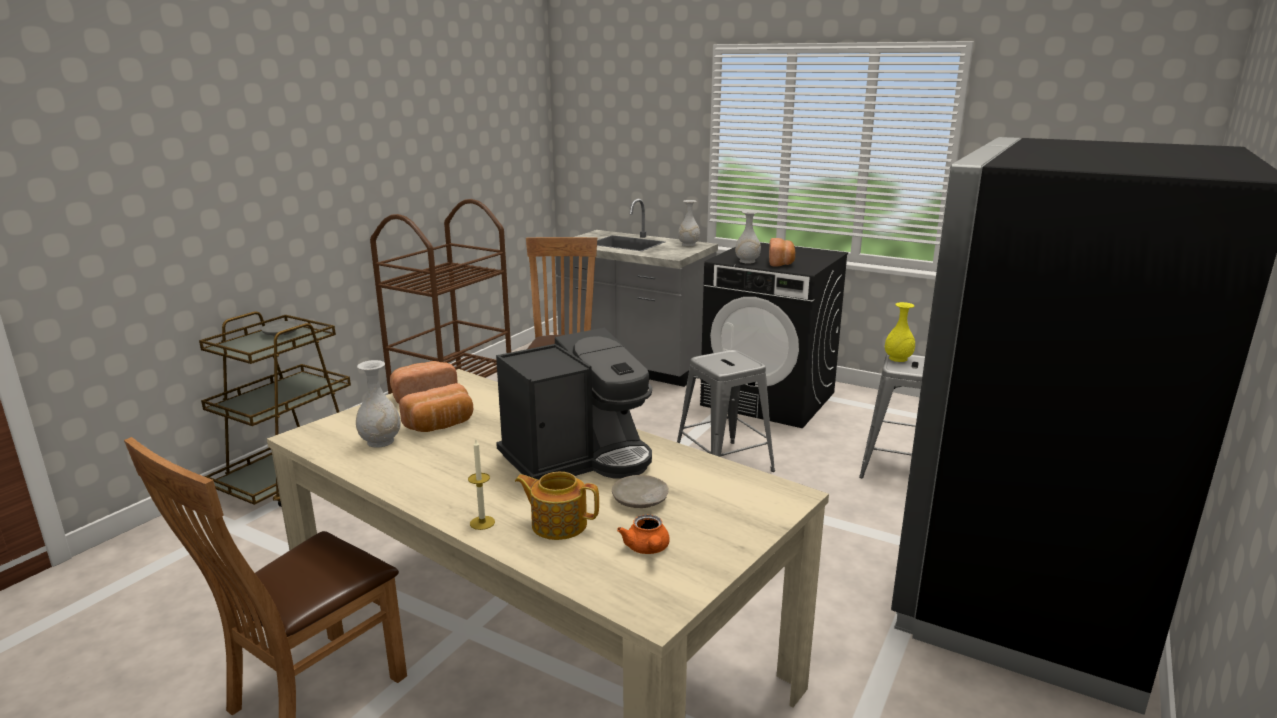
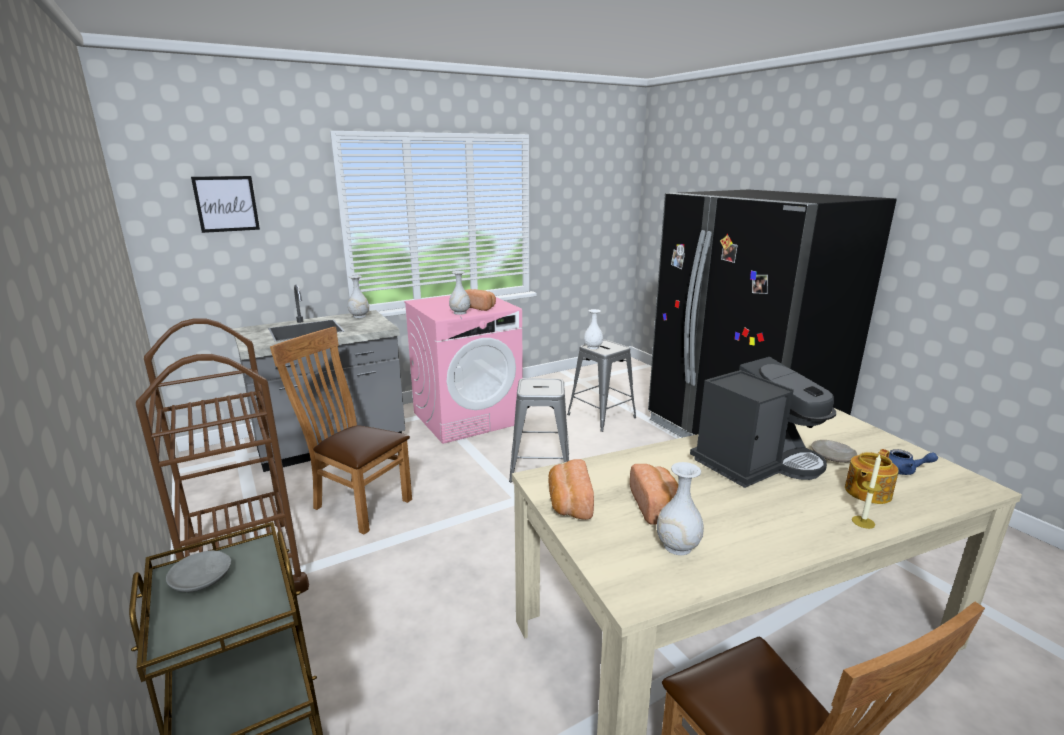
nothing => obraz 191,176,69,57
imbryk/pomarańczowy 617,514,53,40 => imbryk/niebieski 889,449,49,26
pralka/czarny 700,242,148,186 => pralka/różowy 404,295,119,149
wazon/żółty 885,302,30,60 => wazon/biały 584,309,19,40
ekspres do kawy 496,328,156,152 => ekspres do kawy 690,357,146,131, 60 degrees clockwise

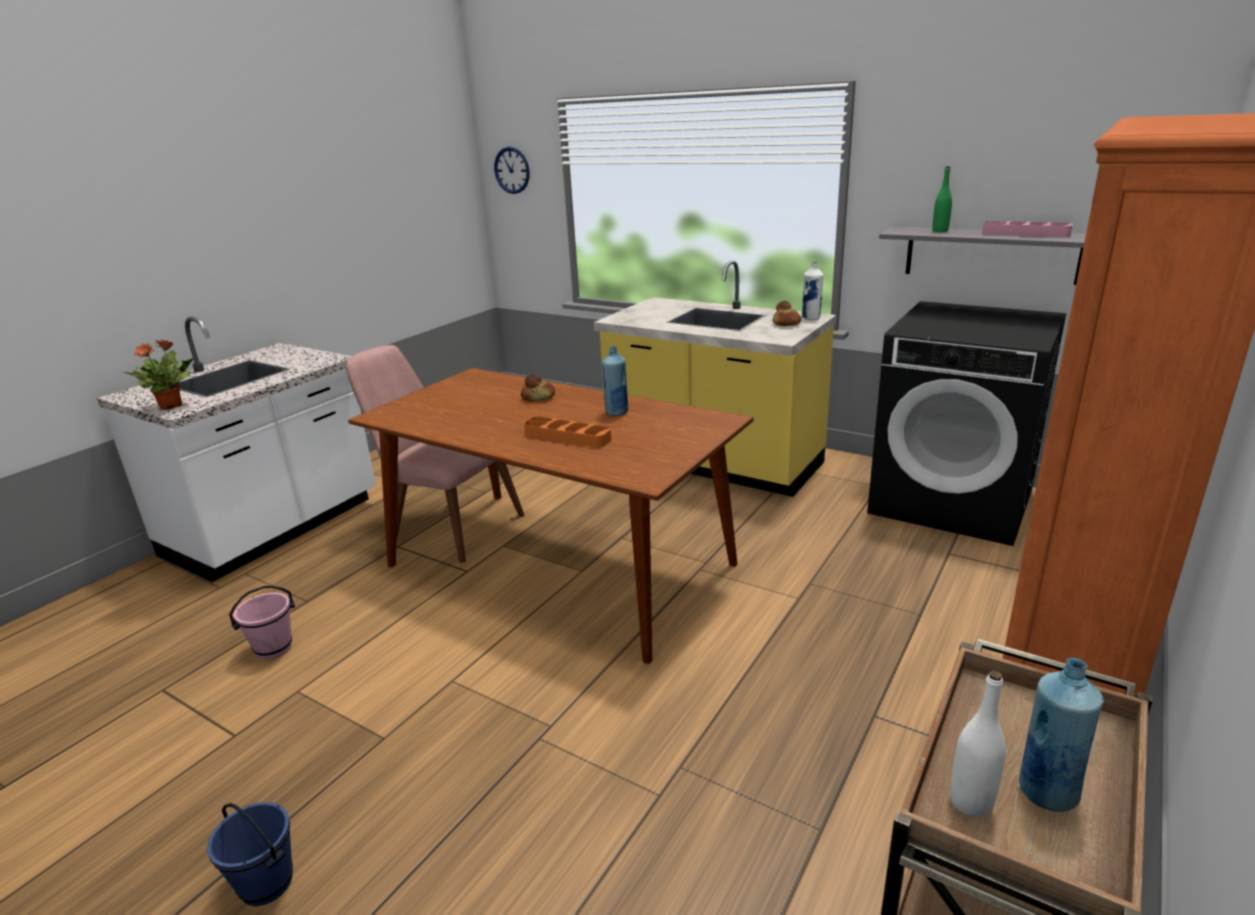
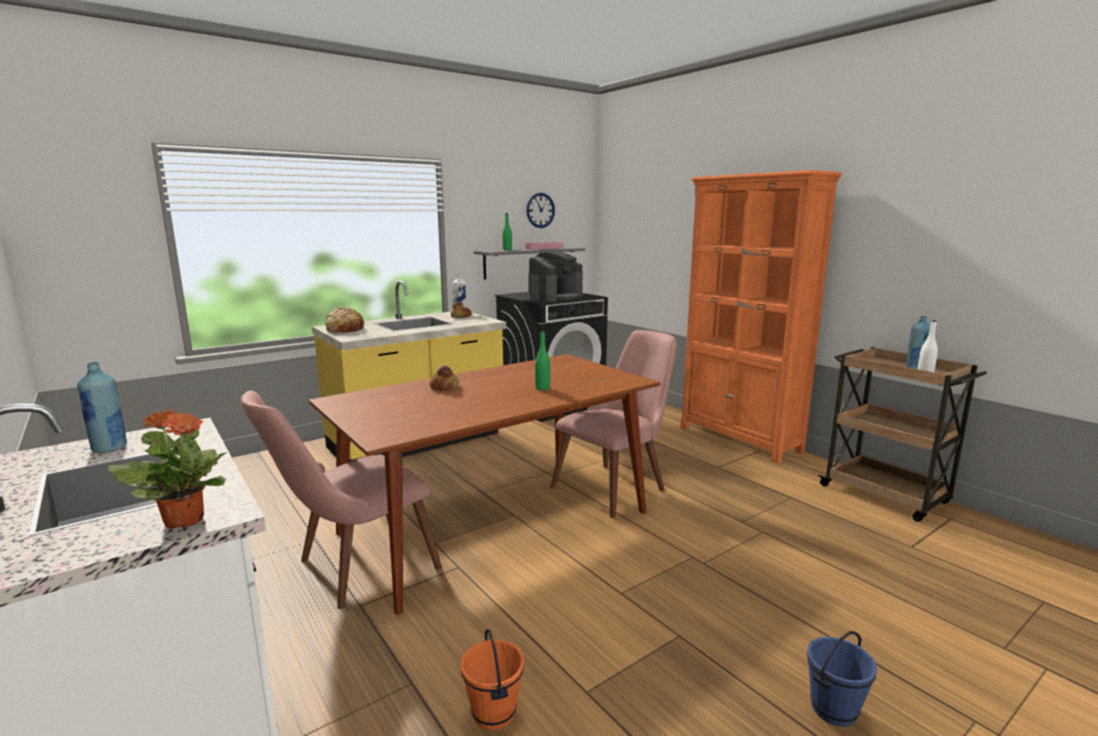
nothing => chleb 325,307,39,25
nothing => ekspres do kawy 529,251,54,51
nothing => krzesło/różowy 550,330,127,188
zegar ścienny 494,147,36,47 => zegar ścienny 526,193,29,35, moved
butelka/niebieski 602,346,26,70 => butelka/niebieski 77,362,50,91, moved
taca/pomarańczowy 524,416,87,32 => butelka/zielony 535,331,15,59
wiadro/różowy 229,586,66,74 => wiadro/pomarańczowy 461,629,63,101

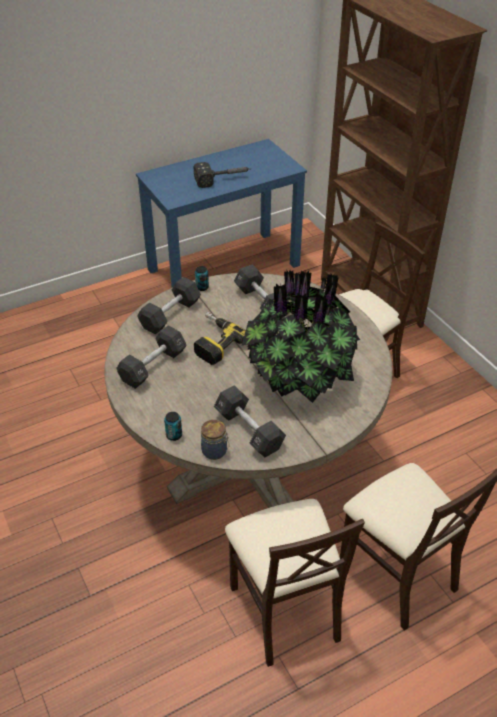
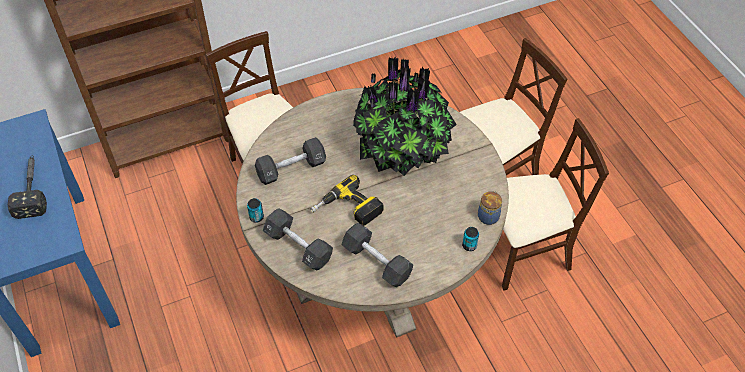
hantel/czarny 214,385,72,72 => nothing

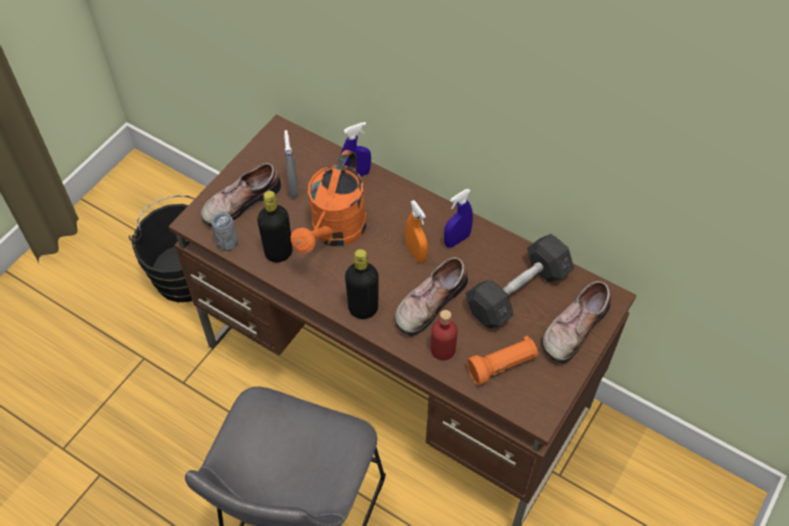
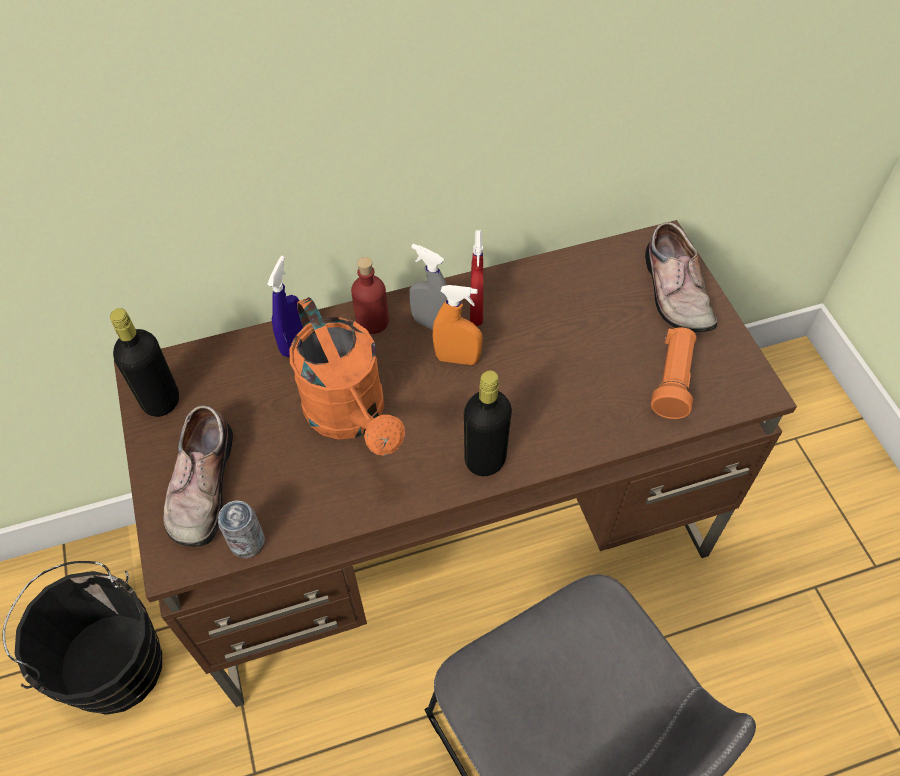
but 394,257,74,79 => nothing
hantel/szary 466,234,108,95 => nothing
butelka/czarny 257,191,36,71 => butelka/czarny 110,308,69,109, moved
spryskiwacz/szary 284,130,15,68 => spryskiwacz/szary 409,244,38,86, moved
butelka/czerwony 430,310,28,51 => butelka/czerwony 351,257,38,77, moved
spryskiwacz/niebieski 444,189,29,59 => spryskiwacz/czerwony 470,230,13,96

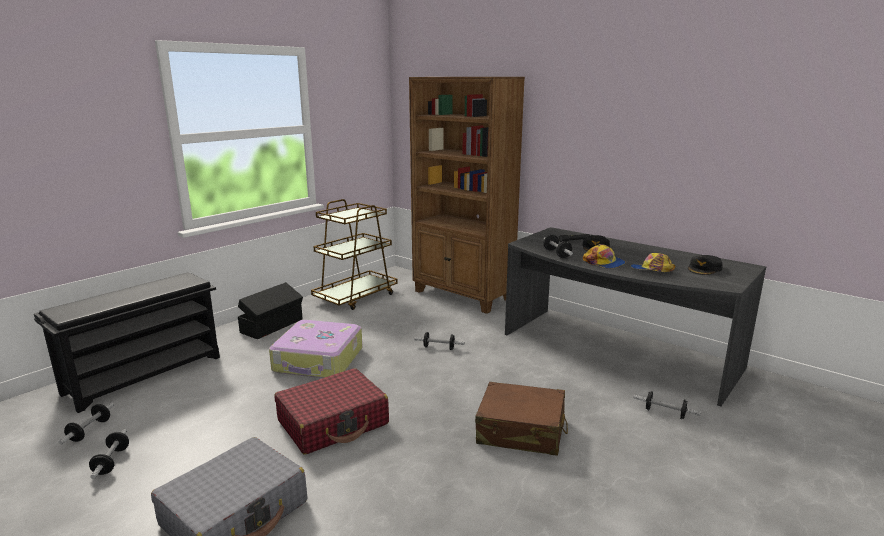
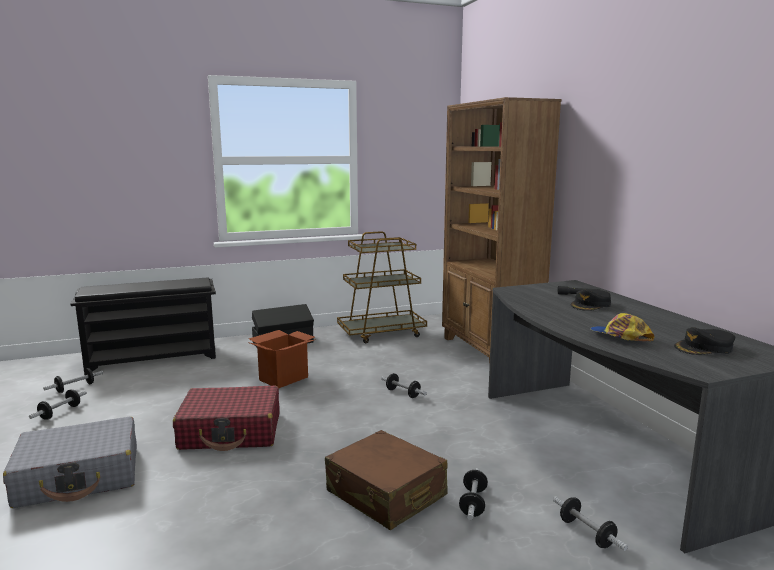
czapka z daszkiem 583,244,43,25 => nothing
hantel 544,234,29,24 => hantel 459,468,29,52, moved
walizka 269,320,93,58 => karton 248,330,67,58

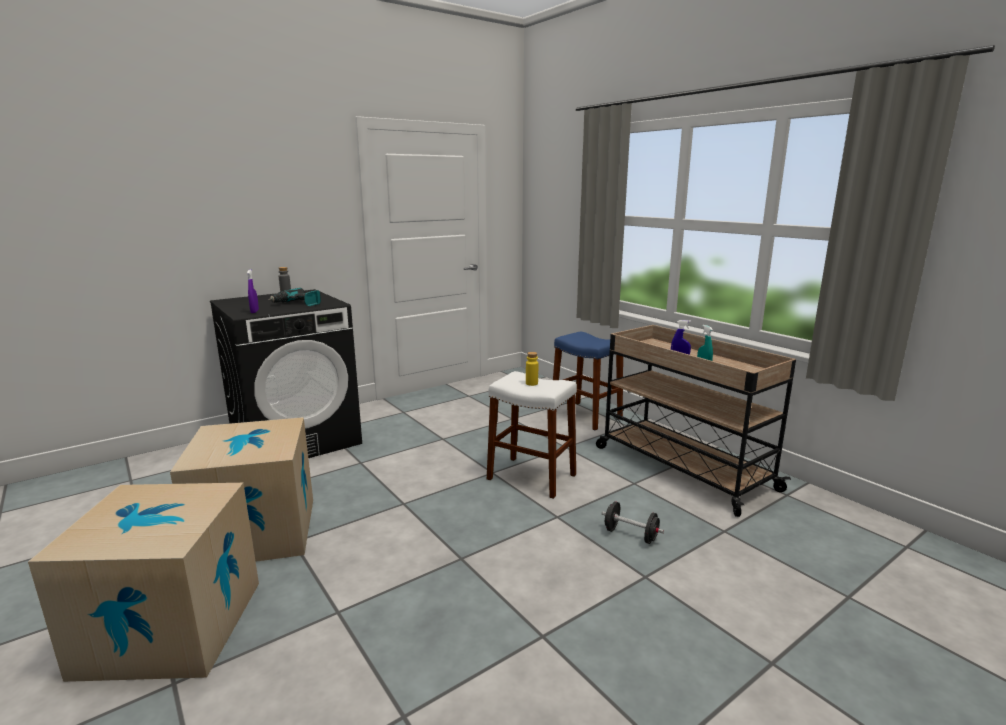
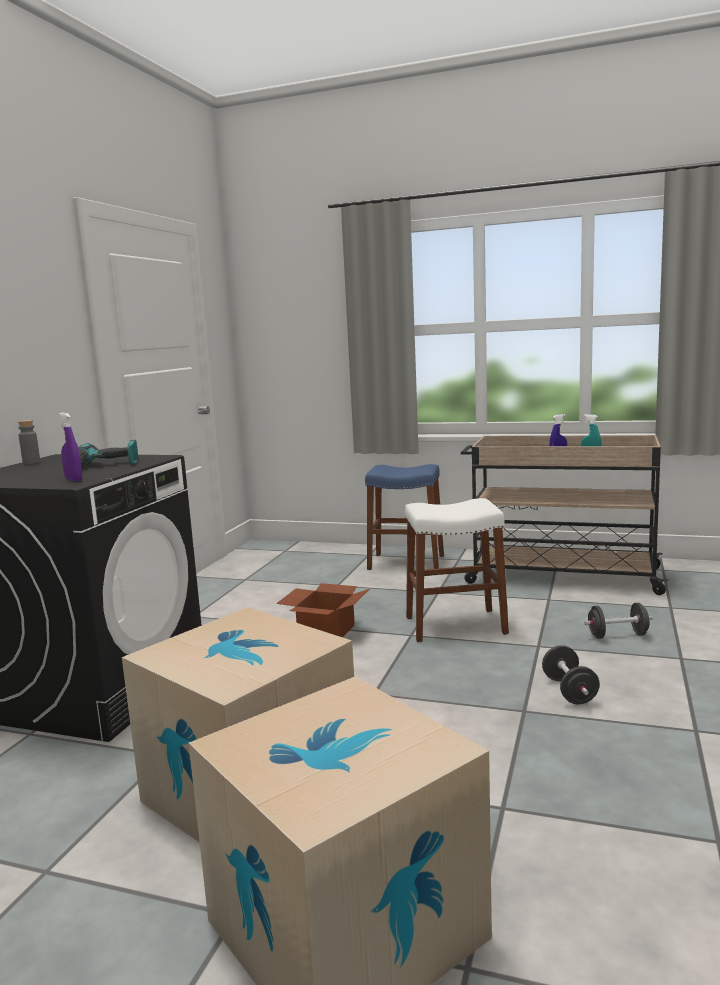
butelka/żółty 526,352,12,34 => nothing
nothing => karton 276,583,95,54
nothing => hantel/czarny 542,645,58,59

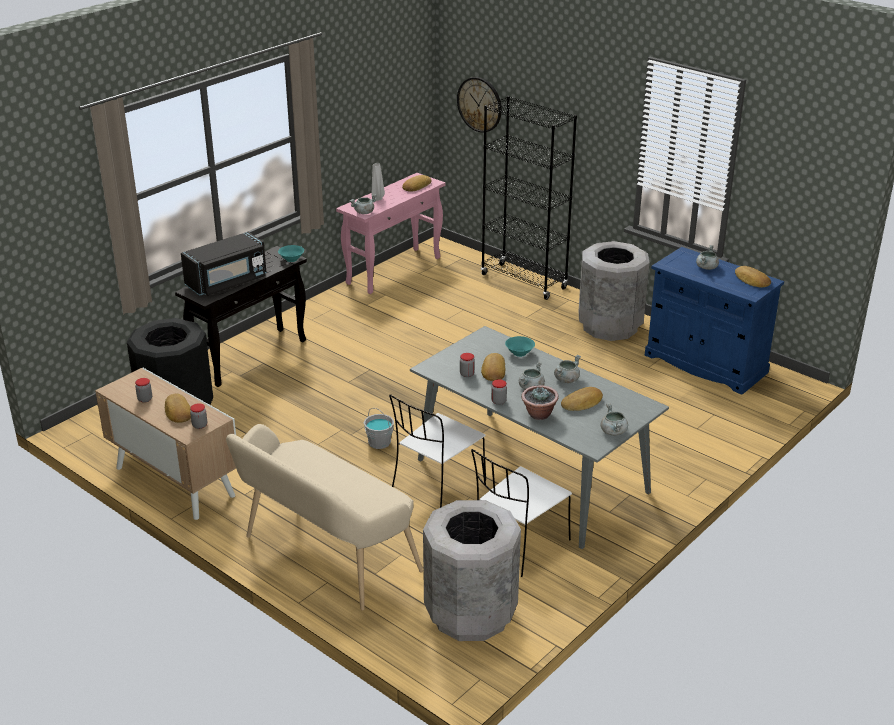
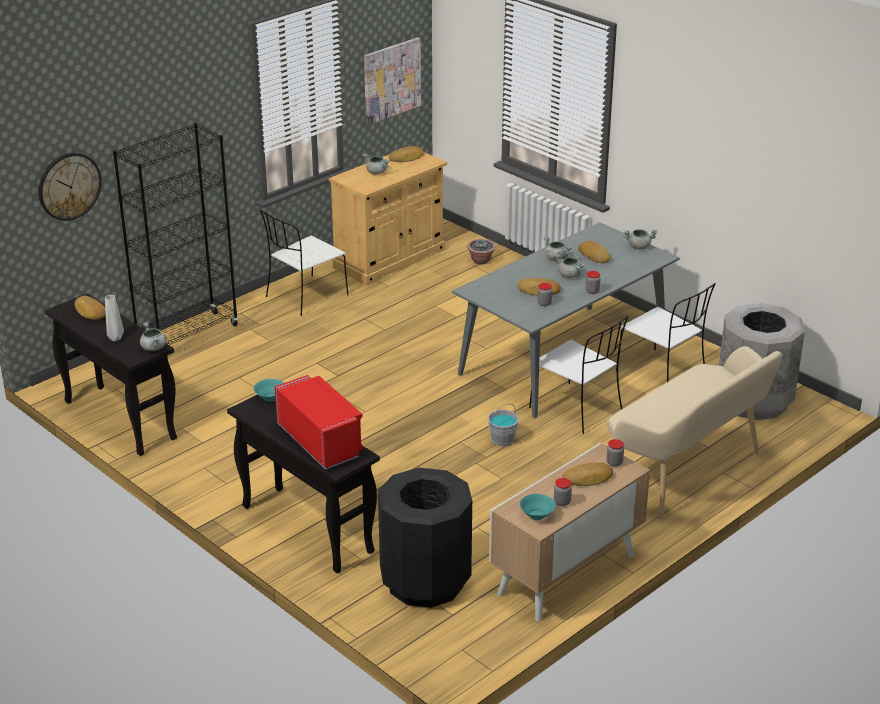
nothing => obraz 364,37,57,88
miska/turkusowy 505,336,30,21 => miska/turkusowy 520,494,36,26, moved
roślina doniczkowa 521,385,38,35 => roślina doniczkowa 467,239,29,25, moved
kosz na śmieci/szary 579,241,70,100 => krzesło/biały 260,210,88,106
mikrofalówka/czarny 181,232,86,64 => mikrofalówka/czerwony 275,375,89,95
stolik konsolowy/różowy 336,173,109,121 => stolik konsolowy/czarny 45,293,132,163
szafka/niebieski 645,247,139,148 => szafka/beżowy 329,152,118,133

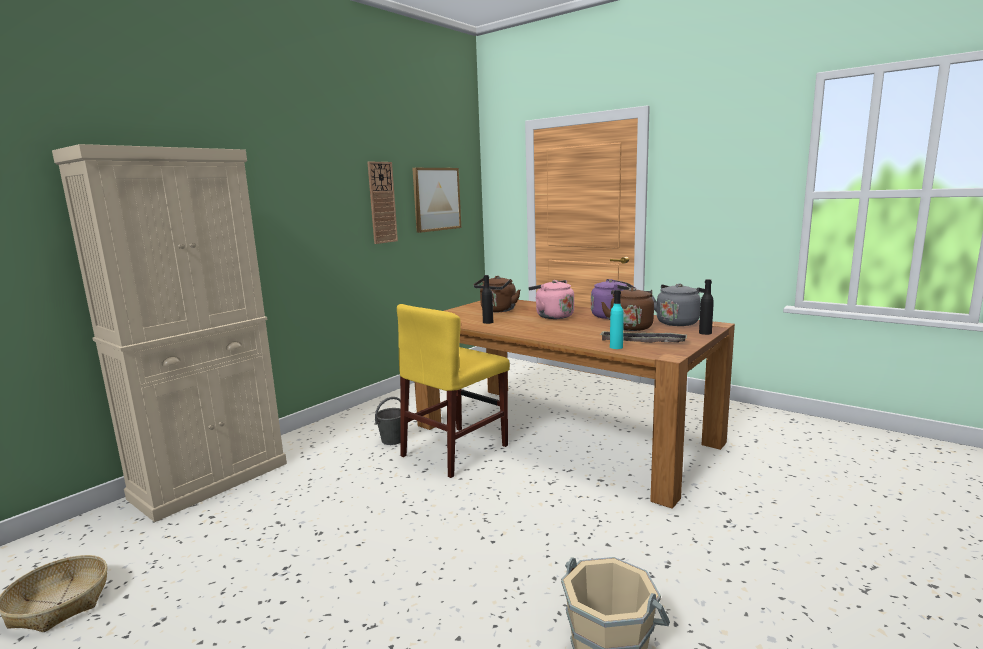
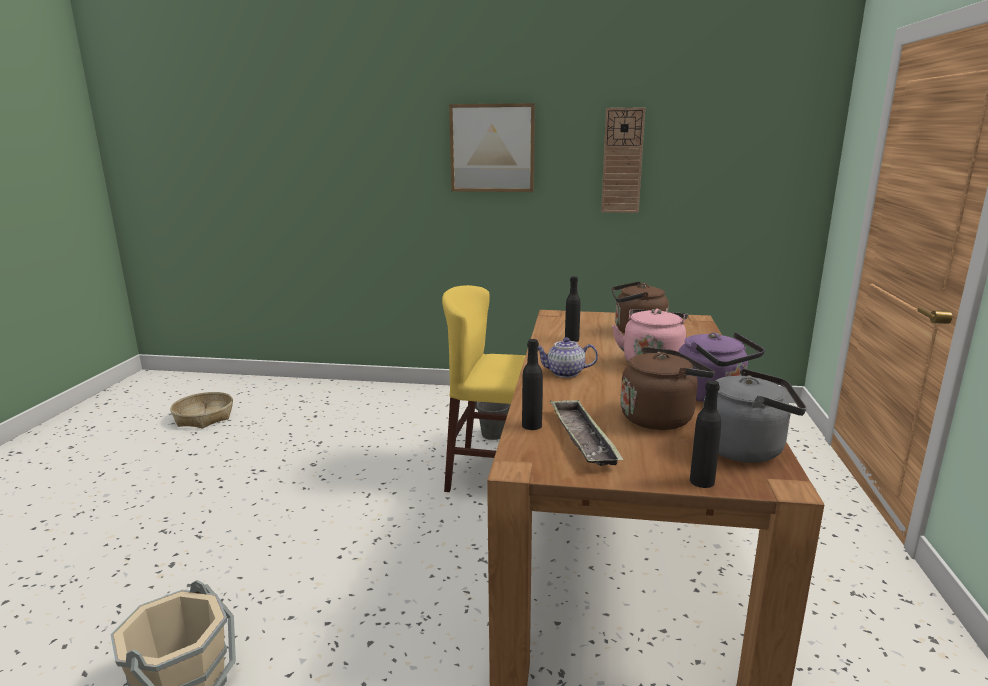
szafka/beżowy 52,144,235,378 => nothing
nothing => imbryk 538,337,60,41
obraz 412,168,49,65 => obraz 449,103,86,89, moved
butelka/turkusowy 610,290,14,59 => butelka/czarny 522,339,21,91

